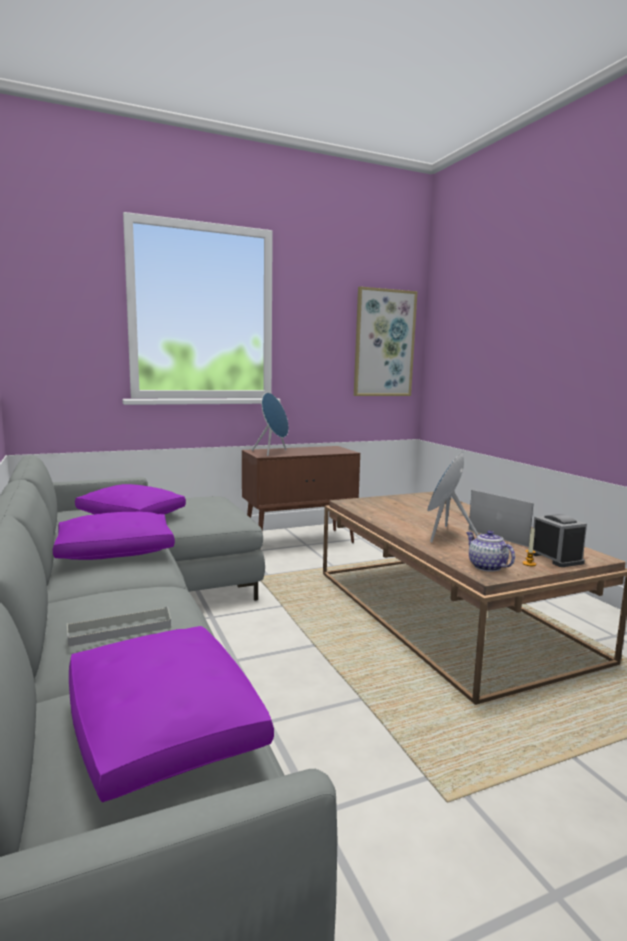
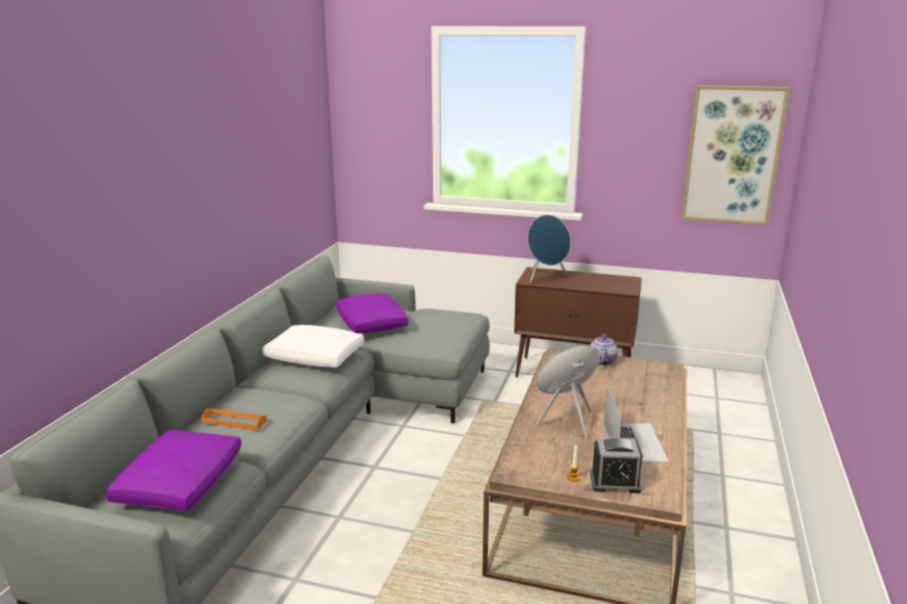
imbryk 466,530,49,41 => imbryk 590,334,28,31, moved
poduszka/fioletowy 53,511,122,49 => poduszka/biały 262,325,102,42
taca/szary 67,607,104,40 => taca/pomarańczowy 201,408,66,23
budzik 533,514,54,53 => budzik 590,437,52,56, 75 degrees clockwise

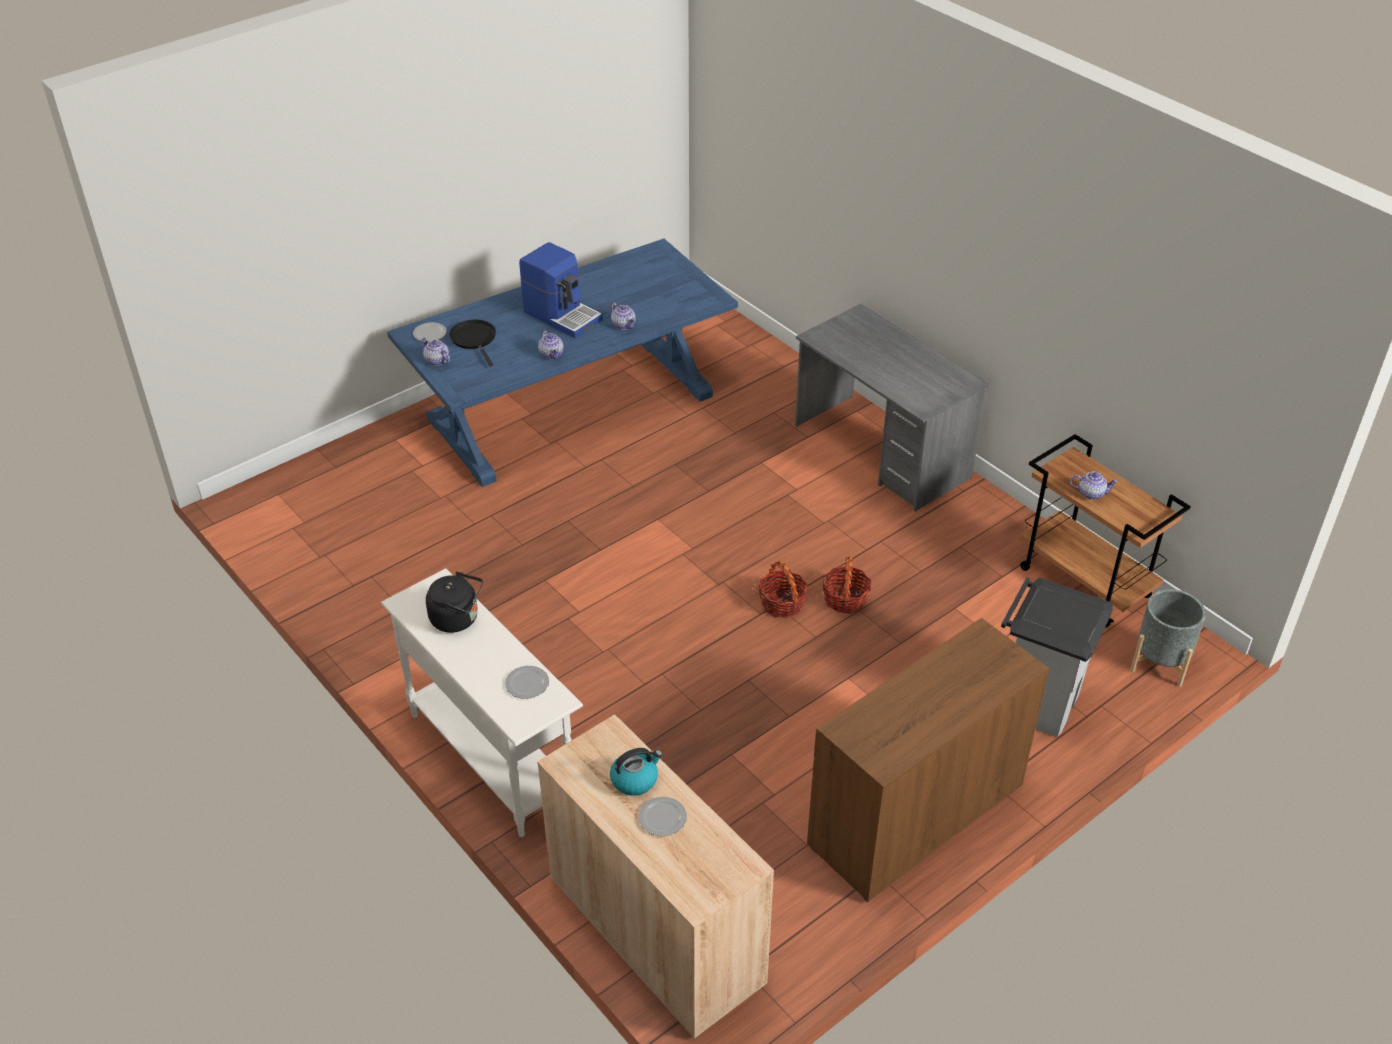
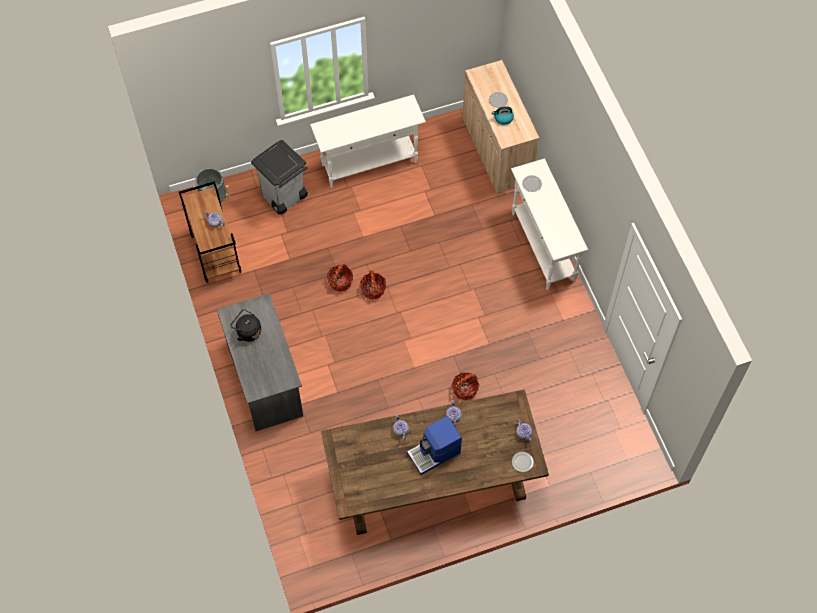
patelnia/czarny 449,320,47,46 => nothing
nothing => koszyk 452,372,27,28
czajnik/czarny 426,572,57,61 => czajnik/czarny 230,309,31,33, moved
szafka/brązowy 807,618,243,285 => stolik konsolowy/biały 310,94,116,94
stół jadalny/niebieski 387,239,351,248 => stół jadalny/brązowy 321,389,228,146
ekspres do kawy 519,242,84,96 => ekspres do kawy 407,416,55,59, 90 degrees counterclockwise

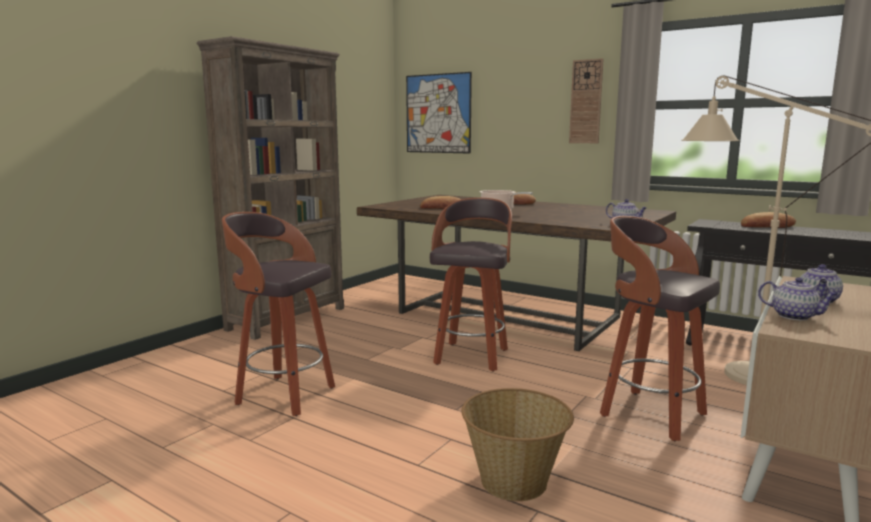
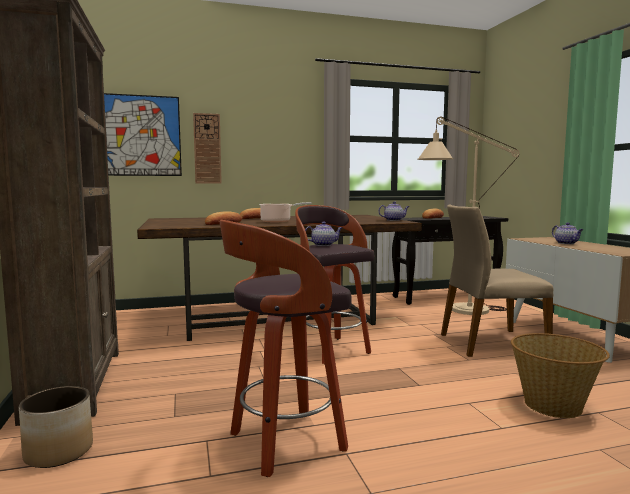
nothing => donica 19,386,74,82
zegar ścienny 569,58,35,85 => zegar ścienny 193,113,29,71, moved
imbryk 758,277,81,43 => imbryk 305,222,37,24, moved
stołek 600,216,120,225 => krzesło/beżowy 441,205,112,152

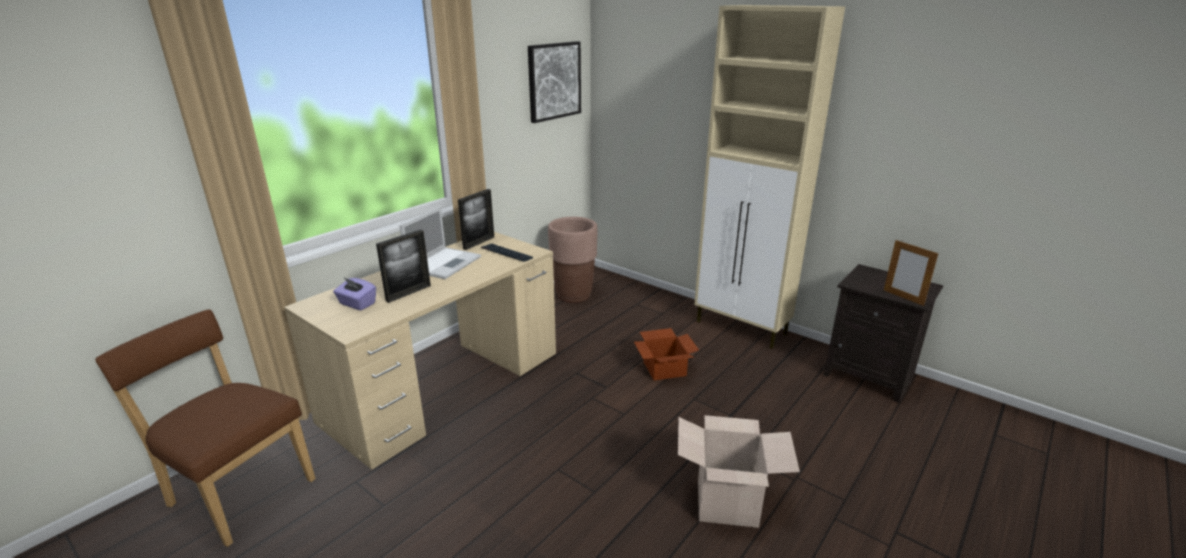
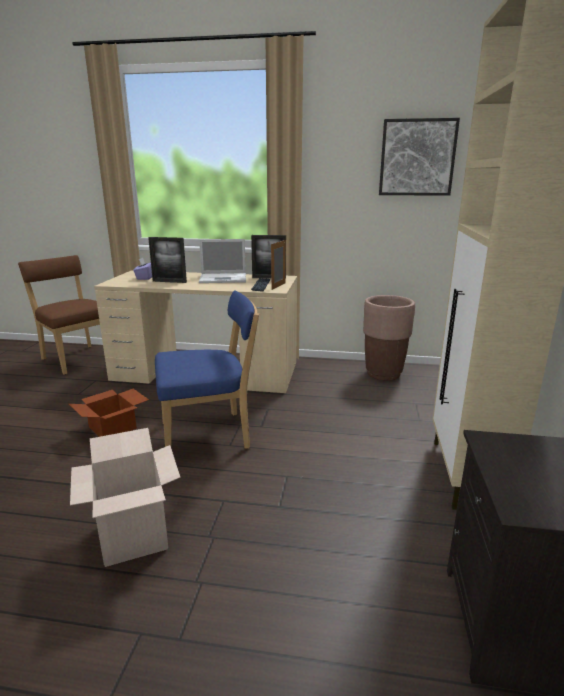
nothing => krzesło/niebieski 155,290,104,159
karton 634,328,65,52 => karton 69,389,80,48, moved
ramka na zdjęcie 884,240,54,66 => ramka na zdjęcie 271,239,15,51, moved
krzesło/brązowy 95,309,221,238 => krzesło/brązowy 18,255,82,120, 45 degrees counterclockwise

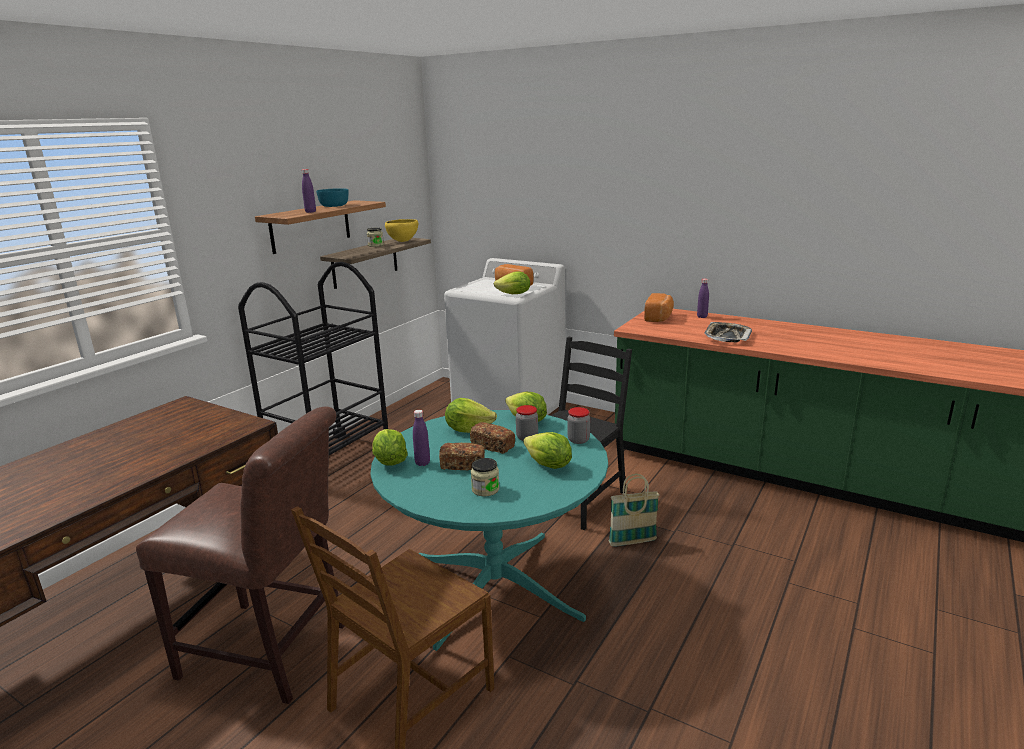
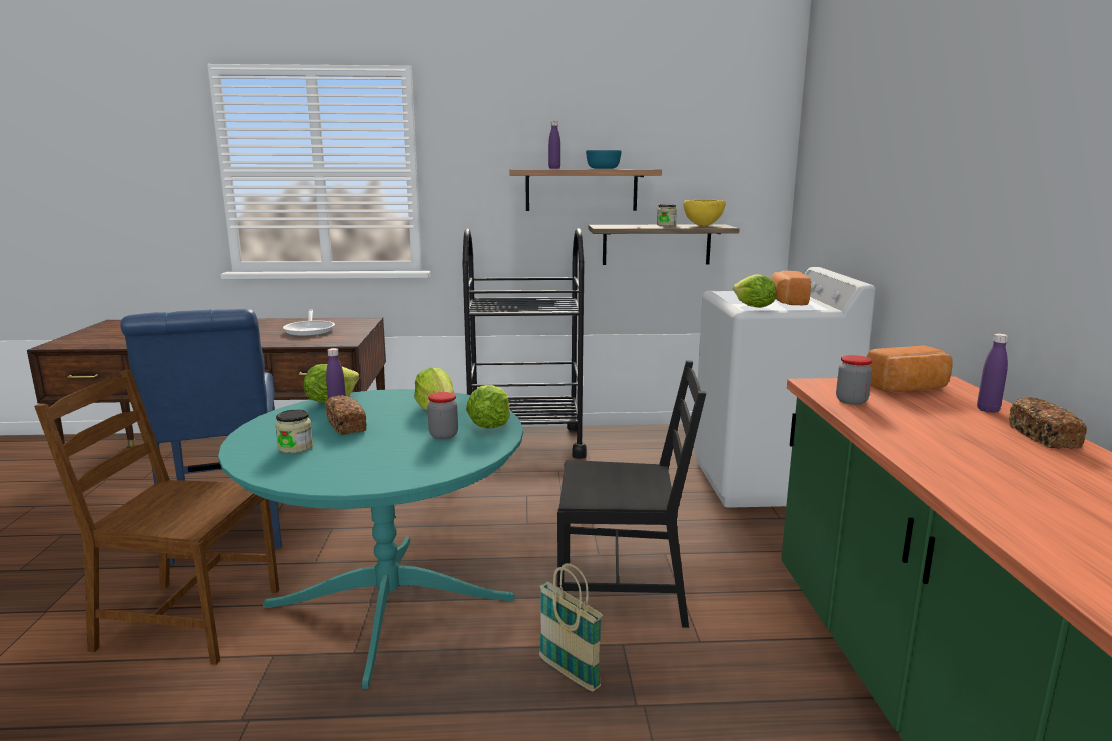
sałata 523,432,49,37 => nothing
taca 704,322,48,21 => nothing
nothing => patelnia 283,310,52,26
chleb 470,422,45,32 => chleb 1009,397,78,52, moved
słoik 567,407,23,37 => słoik 836,355,36,50, moved
krzesło/brązowy 136,407,208,297 => krzesło/niebieski 120,309,162,256

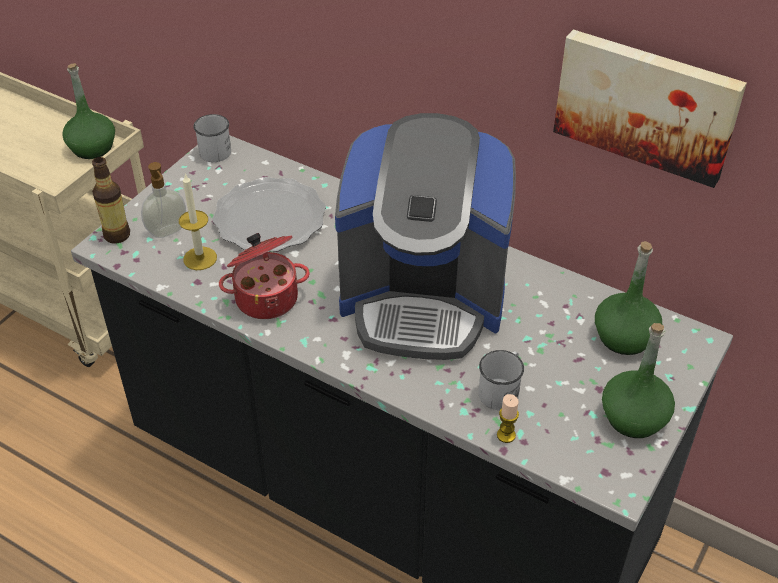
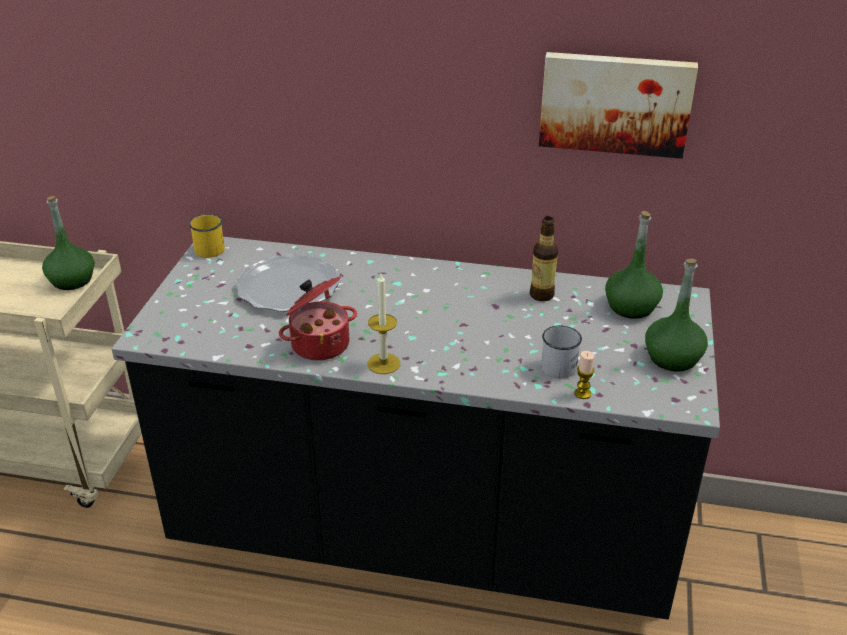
dozownik mydła 141,162,45,76 => nothing
ekspres do kawy 335,113,181,247 => nothing
butelka 92,157,38,86 => butelka 530,216,28,85, moved
świeca 179,173,38,97 => świeca 367,274,33,100, moved
kubek/biały 193,114,38,48 => kubek/żółty 189,214,36,44

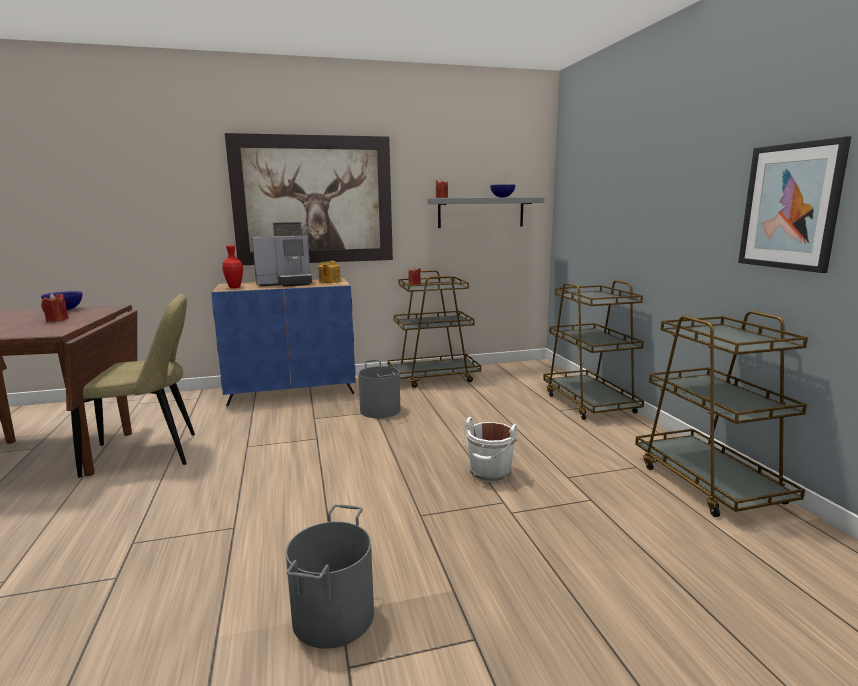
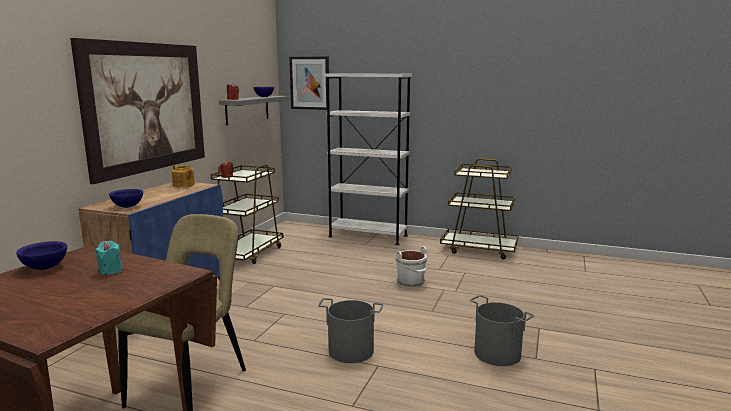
ekspres do kawy 252,222,60,65 => nothing
wiadro/szary 358,359,42,59 => wiadro/szary 318,298,65,65, moved
obraz 738,136,113,137 => obraz 289,56,40,54, moved
wazon/czerwony 222,245,21,43 => miska/niebieski 109,189,34,19
wózek/brązowy 543,280,101,140 => regał/biały 324,73,88,172
świeca/czerwony 41,293,28,29 => świeca/turkusowy 95,241,28,34

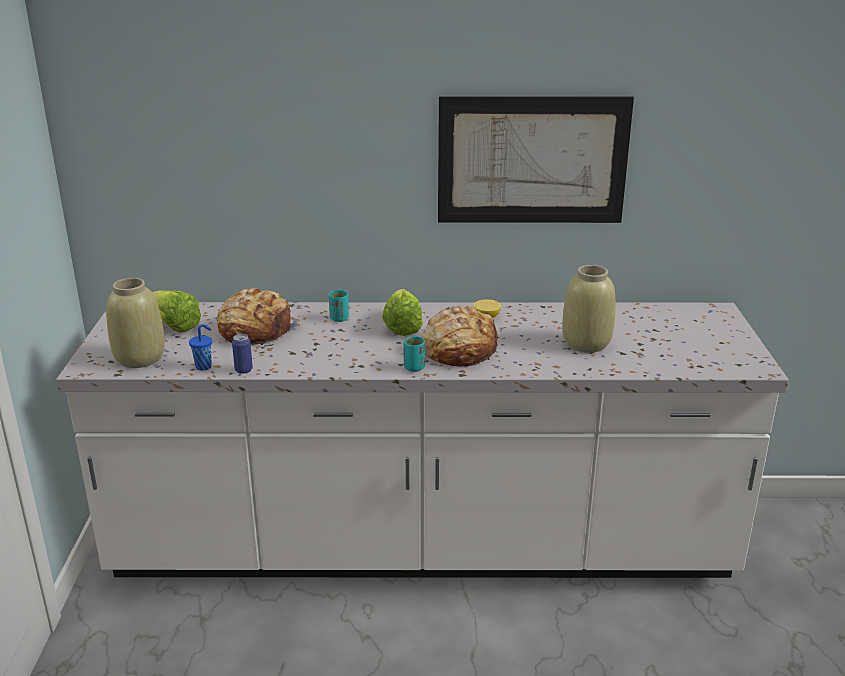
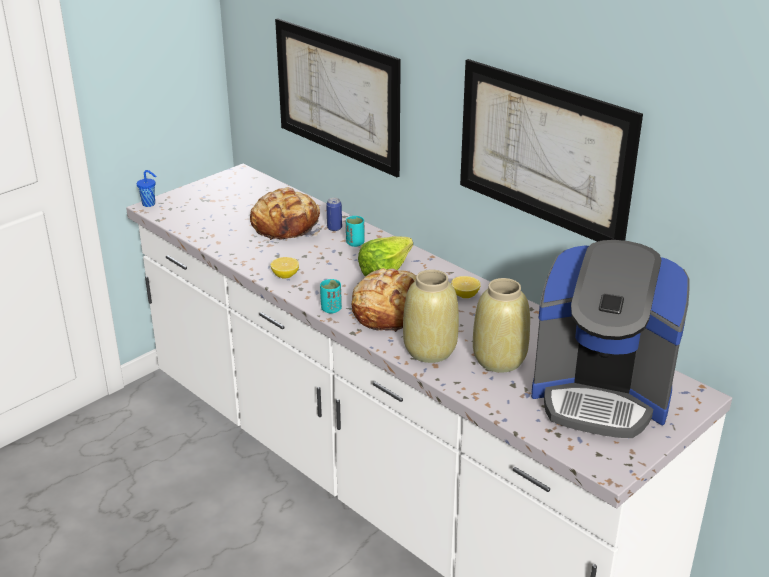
sałata 152,290,49,43 => nothing
nothing => cytryna 271,257,28,22
nothing => obraz 275,18,126,159
nothing => ekspres do kawy 531,240,159,198
wazon/beżowy 106,278,59,90 => wazon/beżowy 403,269,56,94, moved
filiżanka/niebieski 189,324,23,47 => filiżanka/niebieski 137,170,19,37, moved
puszka 232,334,21,40 => puszka 326,198,16,33, moved

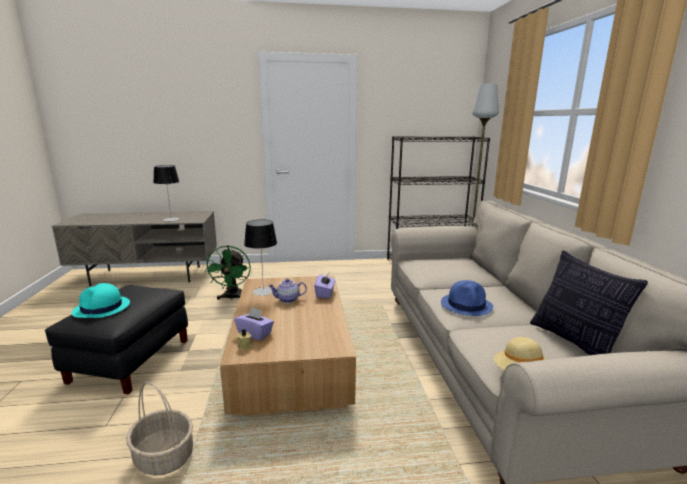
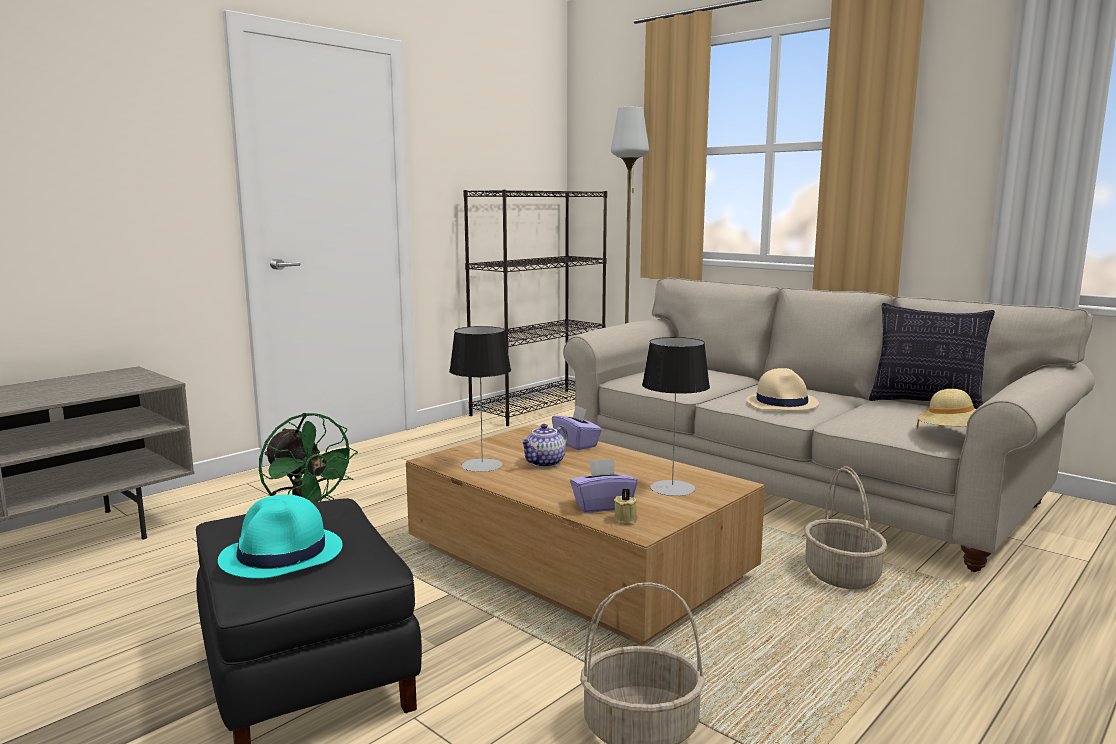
nothing => koszyk 805,466,82,123
lampa stołowa 153,165,27,56 => lampa stołowa 642,337,68,159, moved
kapelusz/niebieski 441,280,52,36 => kapelusz/beżowy 746,368,73,43

